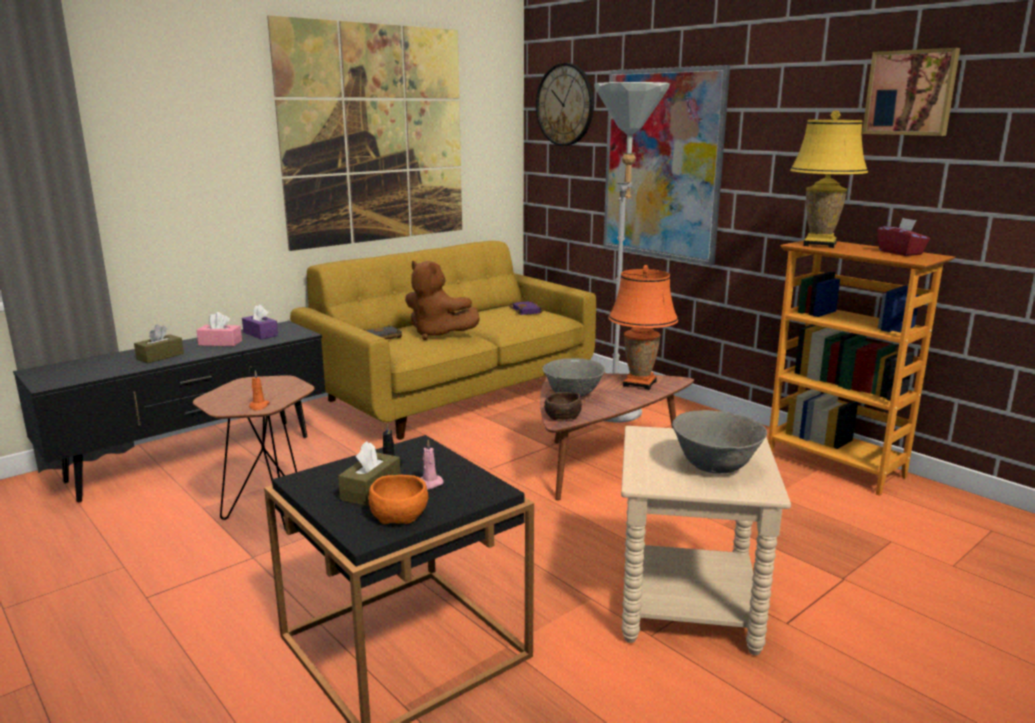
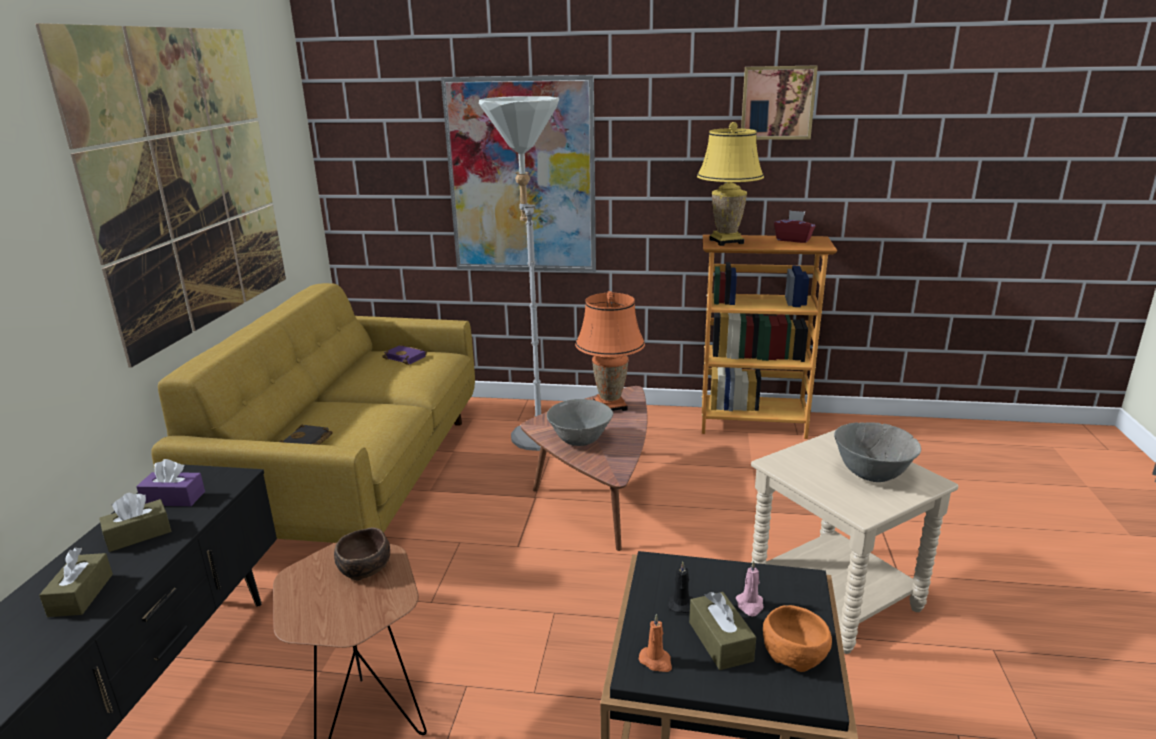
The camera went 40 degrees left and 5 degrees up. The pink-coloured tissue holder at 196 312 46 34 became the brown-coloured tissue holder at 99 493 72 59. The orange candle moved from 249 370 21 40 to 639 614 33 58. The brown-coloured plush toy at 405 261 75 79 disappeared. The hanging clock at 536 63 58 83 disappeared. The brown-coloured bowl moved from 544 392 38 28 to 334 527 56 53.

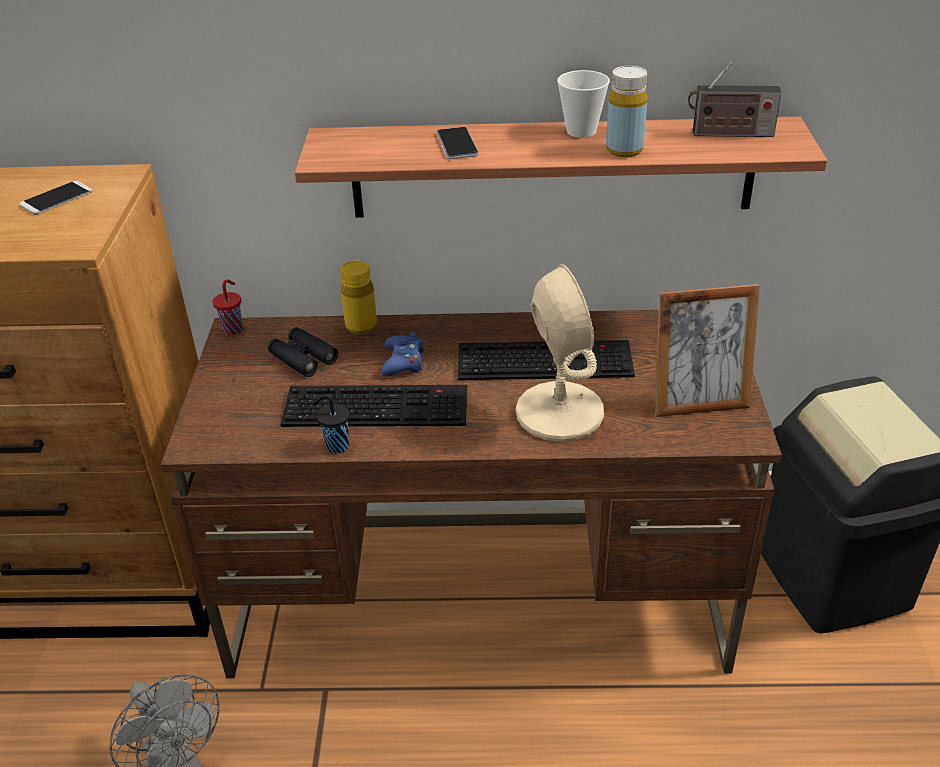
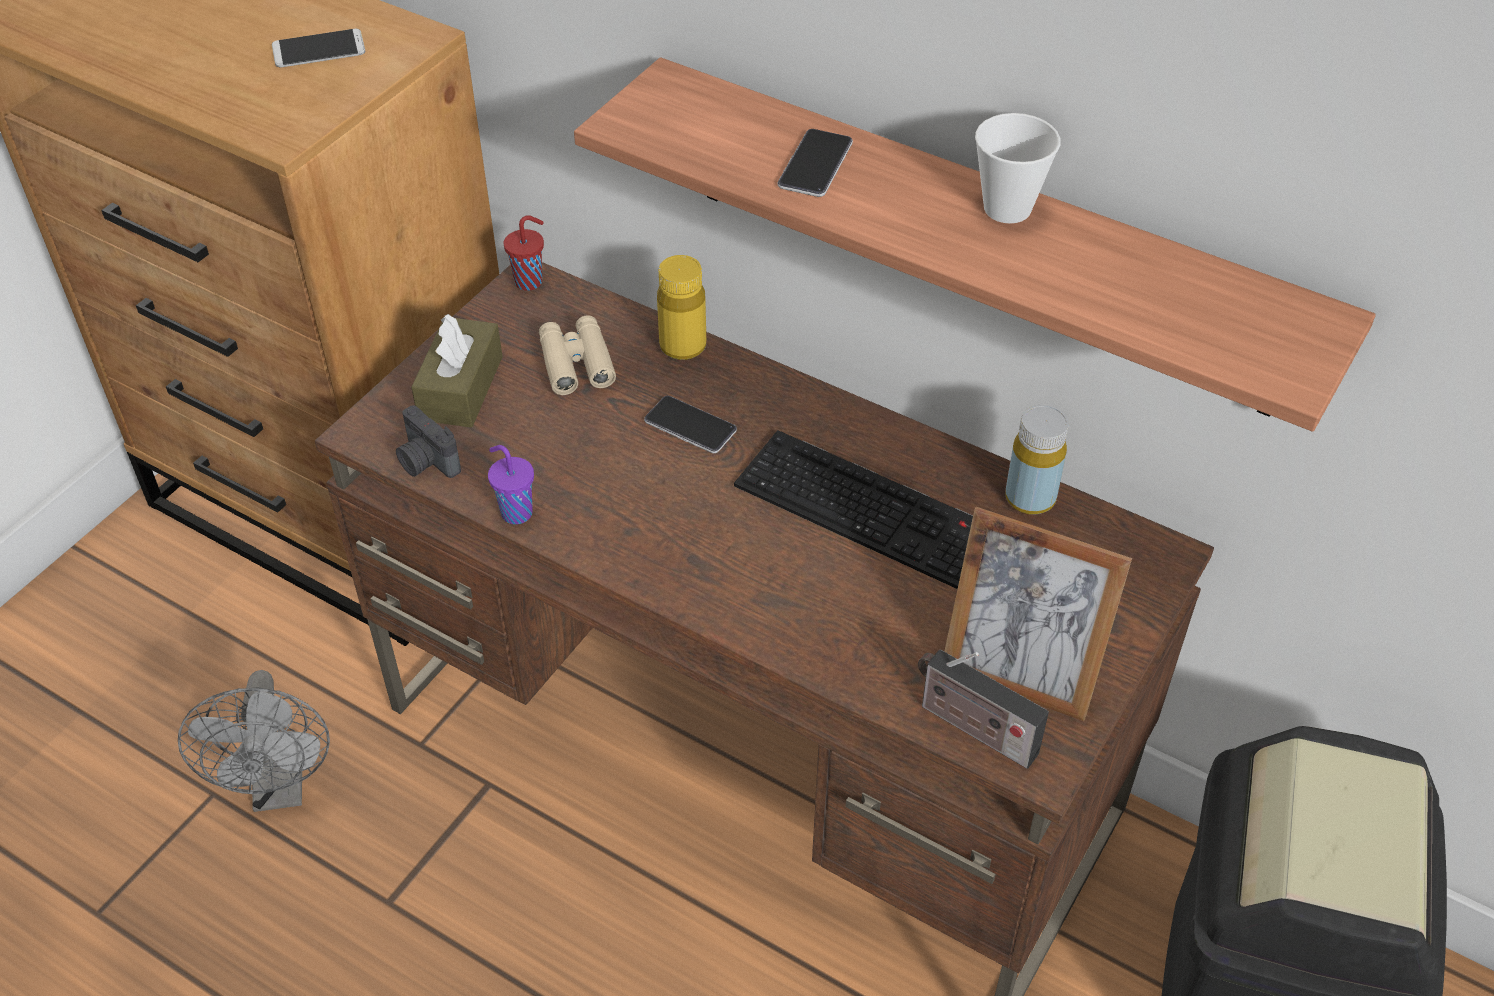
The camera went 30 degrees right and 10 degrees up. The black binoculars at 268 327 70 50 became the beige-coloured binoculars at 539 315 77 80. The keyboard at 280 385 188 42 disappeared. The black cup at 312 394 38 60 became the purple-coloured cup at 488 445 46 79. The blue joypad at 381 332 44 44 was replaced by the handset at 644 396 93 57. The beige-coloured lamp for a table at 515 264 89 178 disappeared. The yellowish beverage bottle moved from 606 66 42 91 to 1005 405 64 110. The radio set moved from 688 62 93 75 to 918 650 131 119. The still camera at 396 405 65 73 appeared. The brown-coloured tissue holder at 411 314 92 114 appeared.

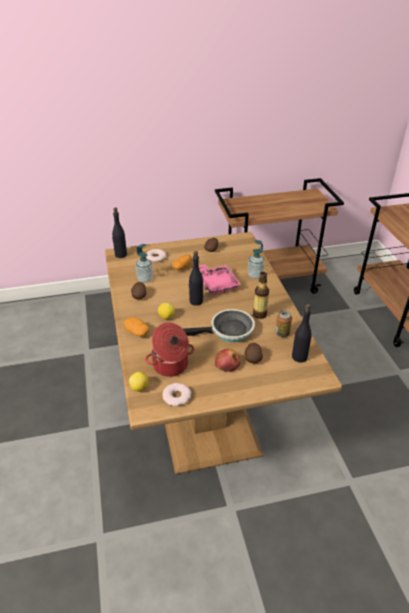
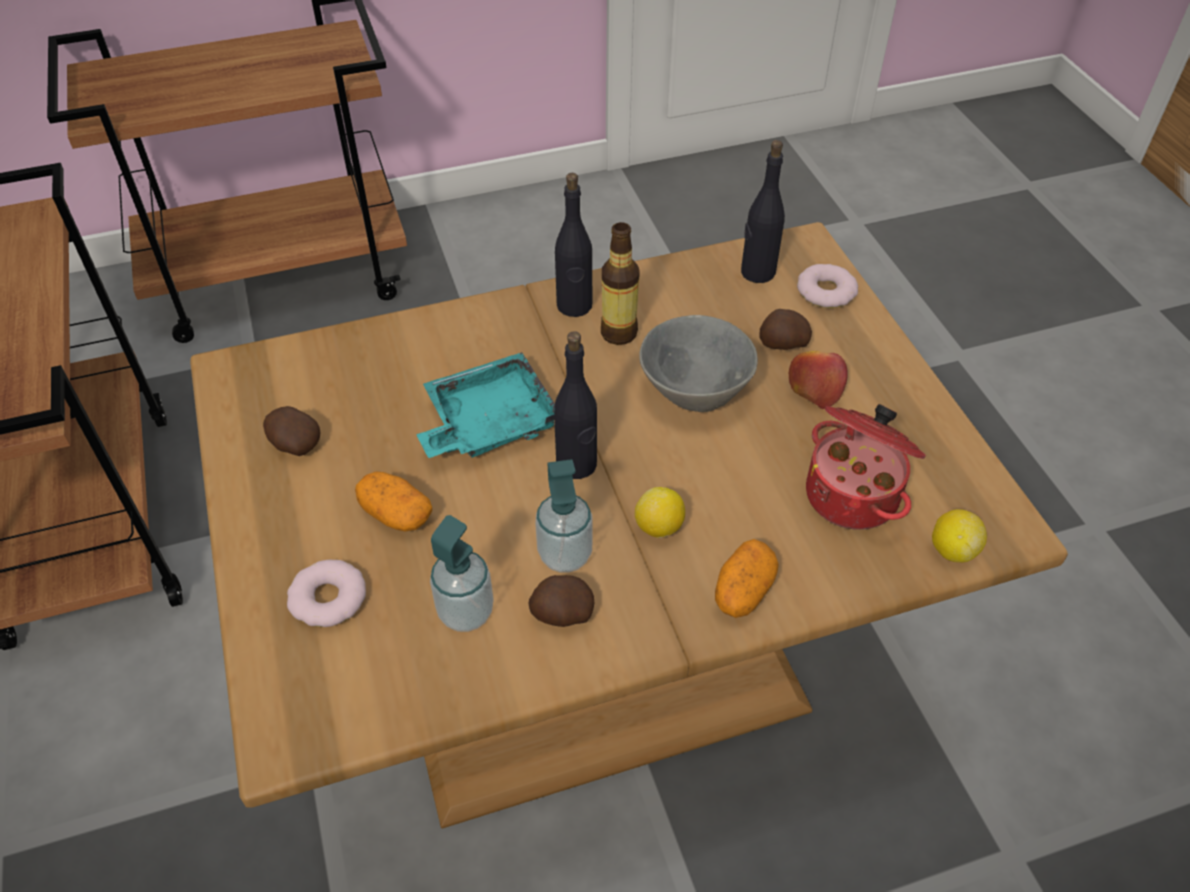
The camera went 95 degrees left and 10 degrees up. The black beverage bottle moved from 112 208 15 50 to 555 173 37 144. The ring doughnut moved from 162 383 29 23 to 797 264 61 44. The skillet at 183 309 72 33 was replaced by the grey bowl at 639 315 119 97. The pink-coloured tray at 199 264 42 31 became the turquoise-coloured tray at 416 352 139 106. The liquid soap bottle moved from 248 240 17 39 to 535 459 57 114. The can at 275 310 17 27 disappeared.

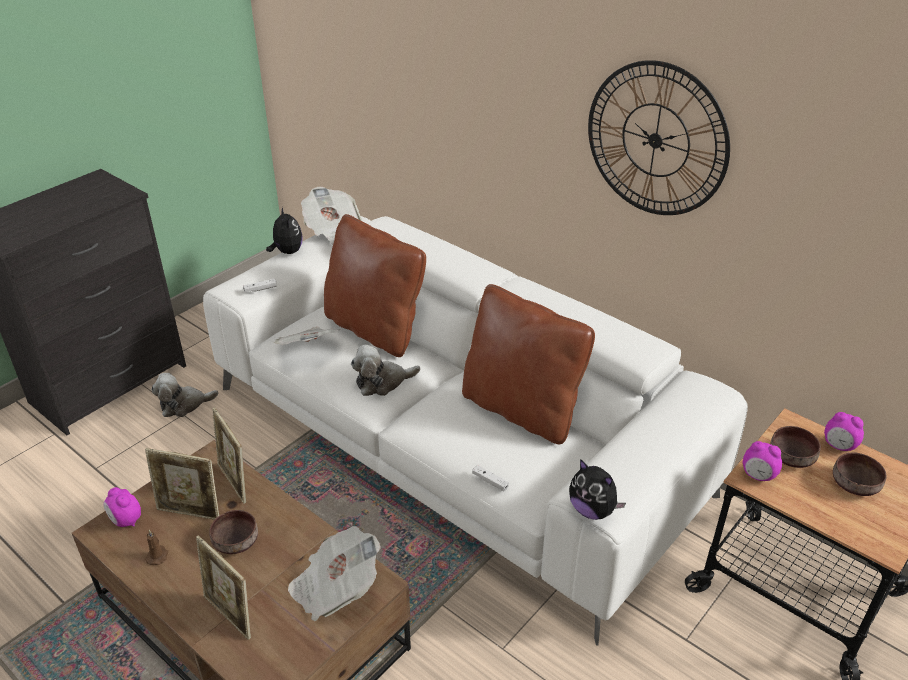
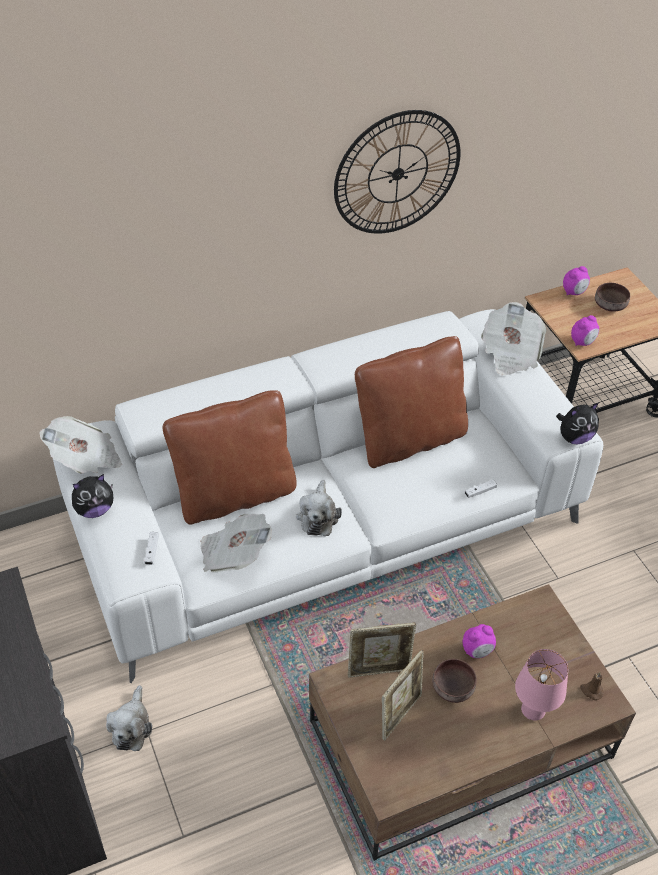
The camera went 65 degrees left and 10 degrees up. The bedside clock moved from 104 487 37 40 to 463 624 33 34. The brown-coloured candle moved from 145 530 23 35 to 580 672 24 28. The picture frame at 196 535 55 105 was replaced by the pink-coloured lamp for a table at 515 649 53 72. The plush toy at 266 207 37 47 turned 150 degrees clockwise. The newspaper moved from 288 526 93 95 to 481 302 65 73. The brown-coloured bowl at 770 426 51 42 disappeared.

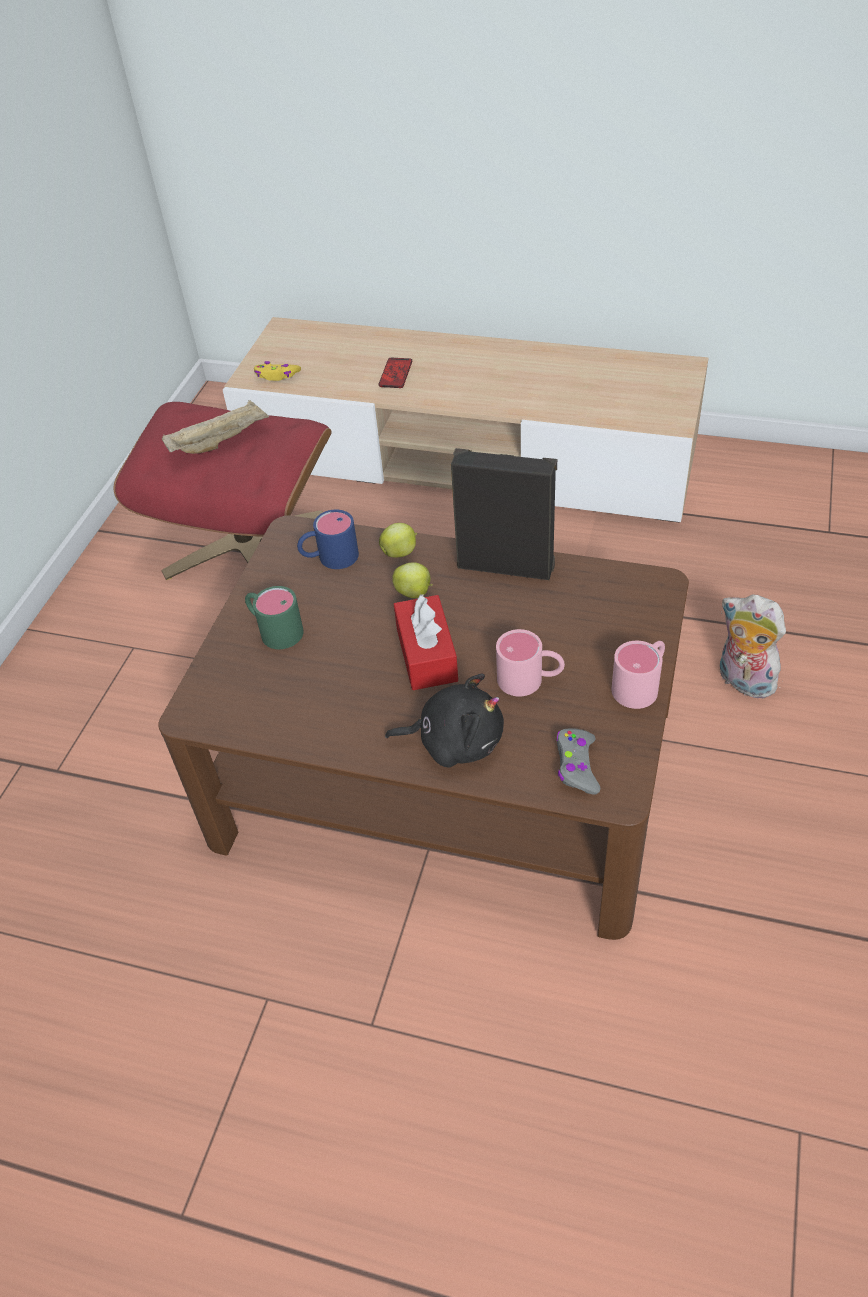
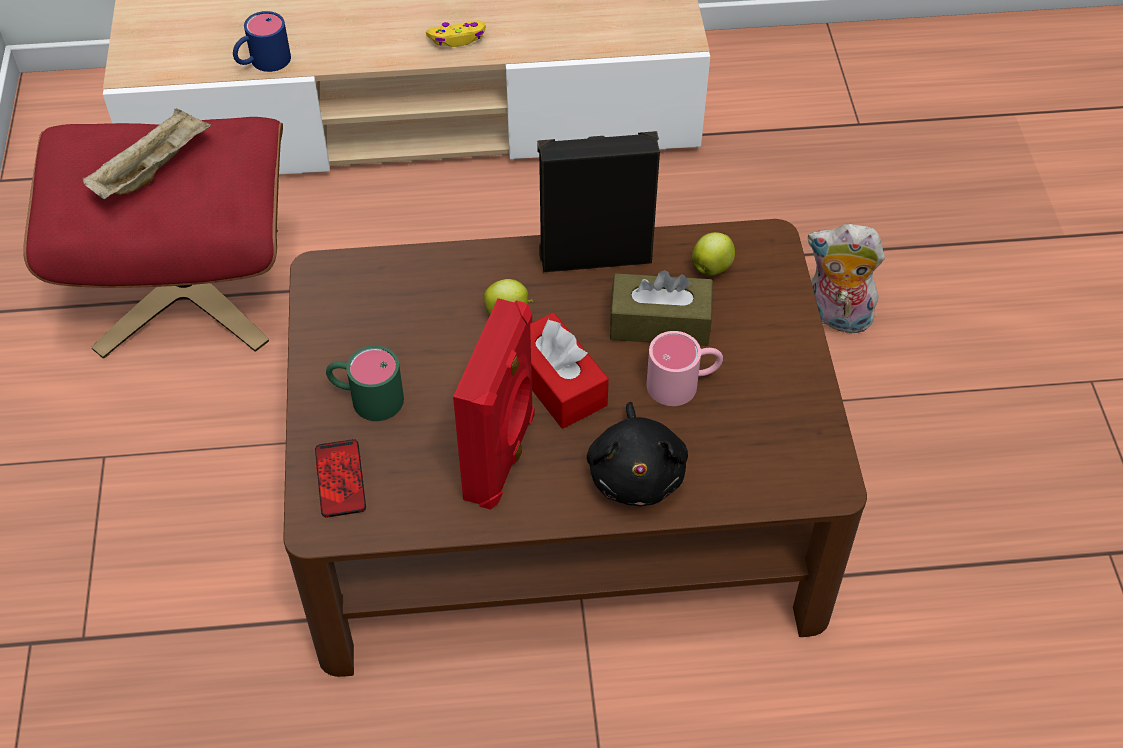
The camera went 25 degrees left and 5 degrees up. The yellowish joypad moved from 254 361 47 20 to 426 20 60 27. The blue coffee mug moved from 297 510 62 59 to 233 11 58 61. The handset moved from 379 358 33 30 to 315 439 51 79. The apple moved from 379 523 38 35 to 692 232 43 43. The black plush toy at 385 674 119 93 turned 105 degrees clockwise. The grey joypad at 556 728 44 67 disappeared. The pink-coloured coffee mug at 611 641 54 68 disappeared. The red-coloured speaker at 453 298 82 212 appeared. The brown-coloured tissue holder at 609 270 104 76 appeared.

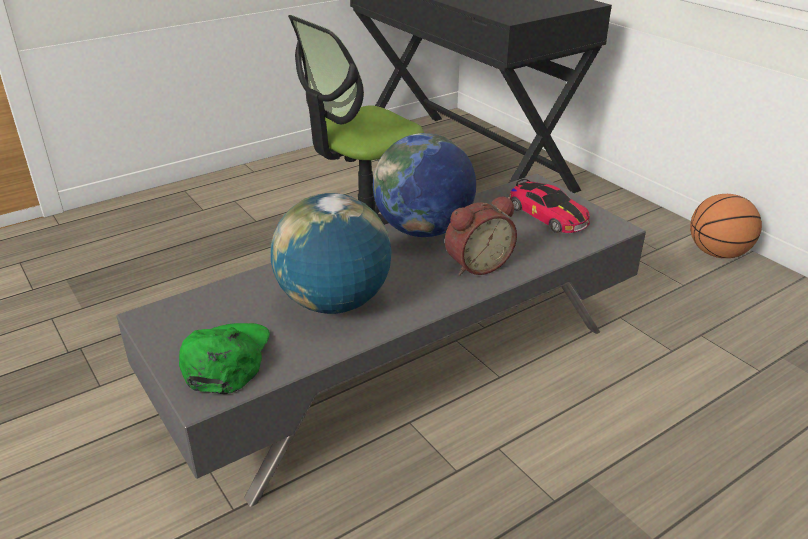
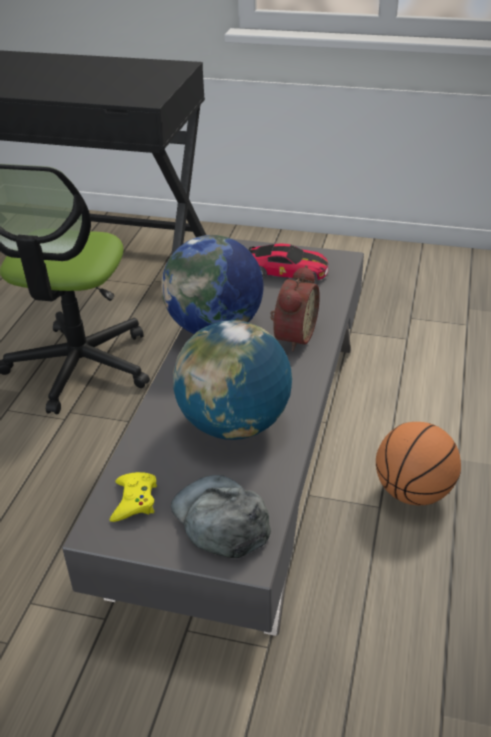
The camera went 40 degrees left and 5 degrees up. The greenish peaked cap at 179 323 91 71 became the grey peaked cap at 171 475 100 83. The ball for basketball moved from 690 194 72 64 to 376 422 85 83. The yellowish joypad at 110 472 47 50 appeared.

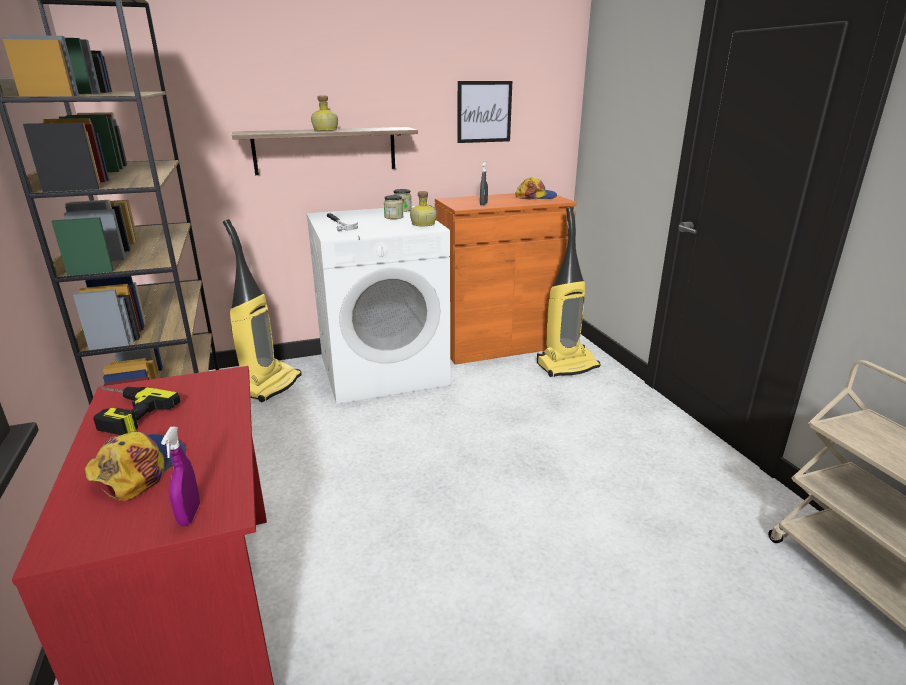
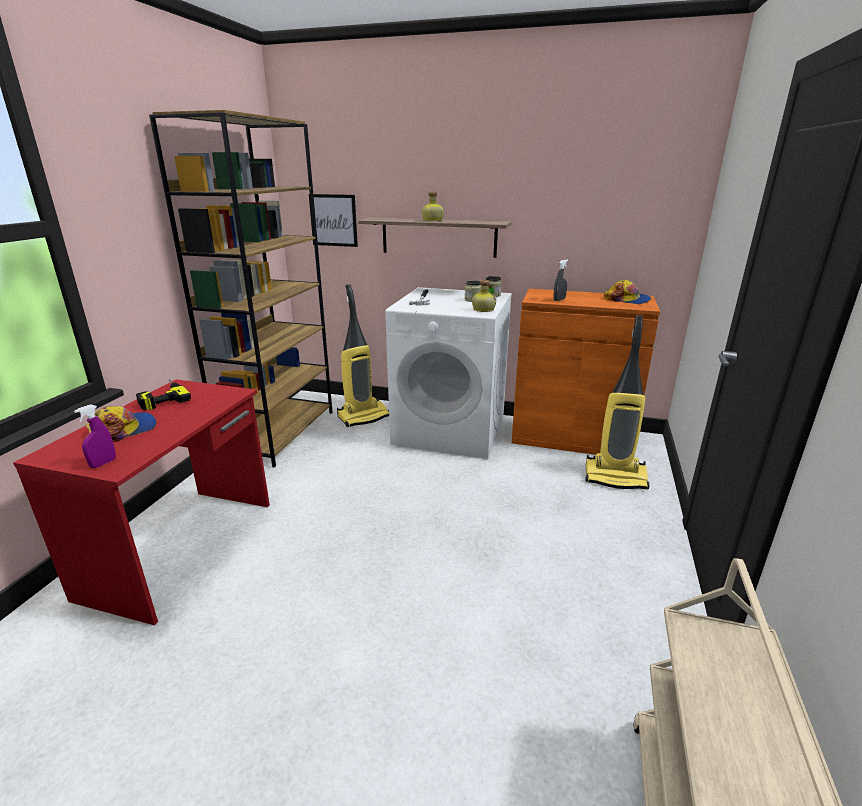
The camera went 35 degrees right and 0 degrees up. The picture moved from 457 81 55 62 to 309 194 49 53.

